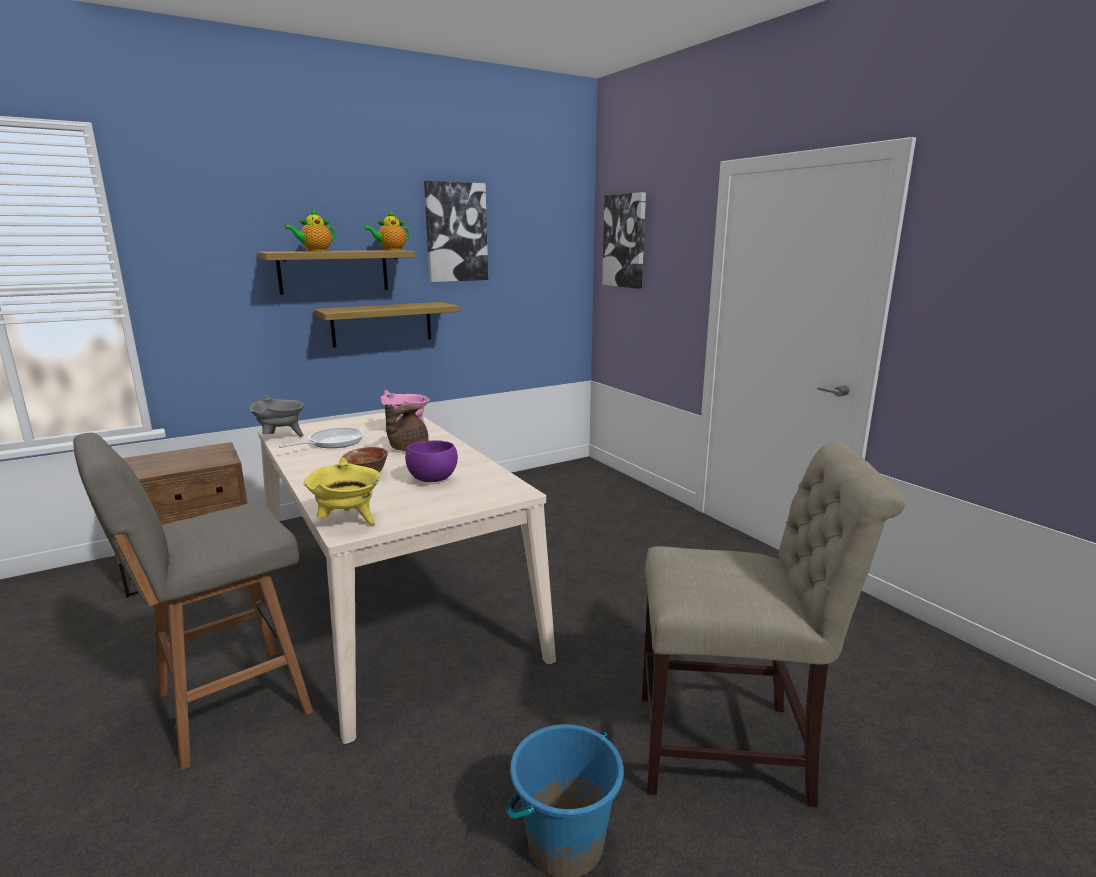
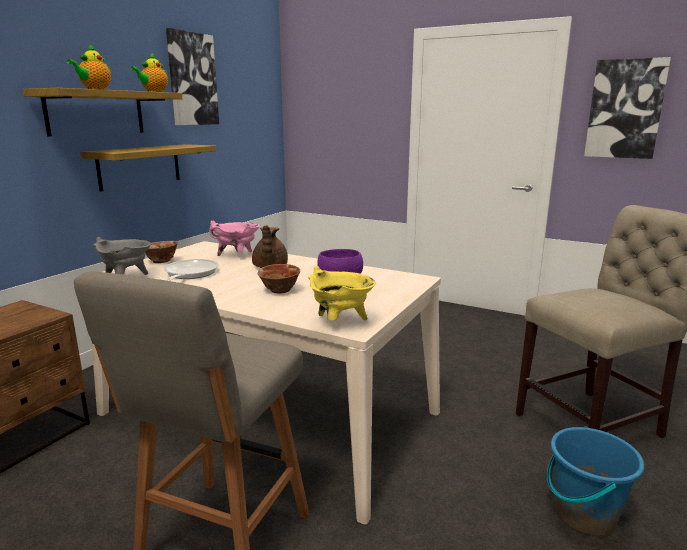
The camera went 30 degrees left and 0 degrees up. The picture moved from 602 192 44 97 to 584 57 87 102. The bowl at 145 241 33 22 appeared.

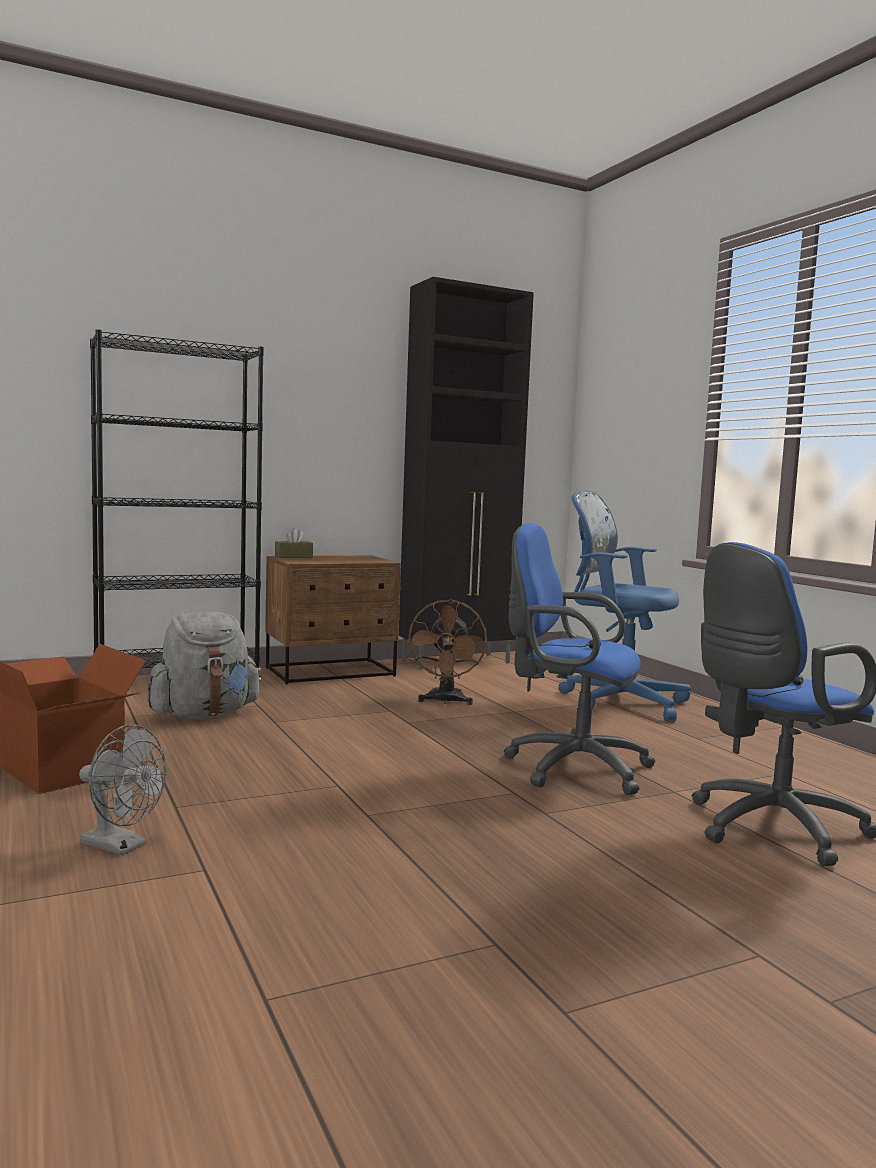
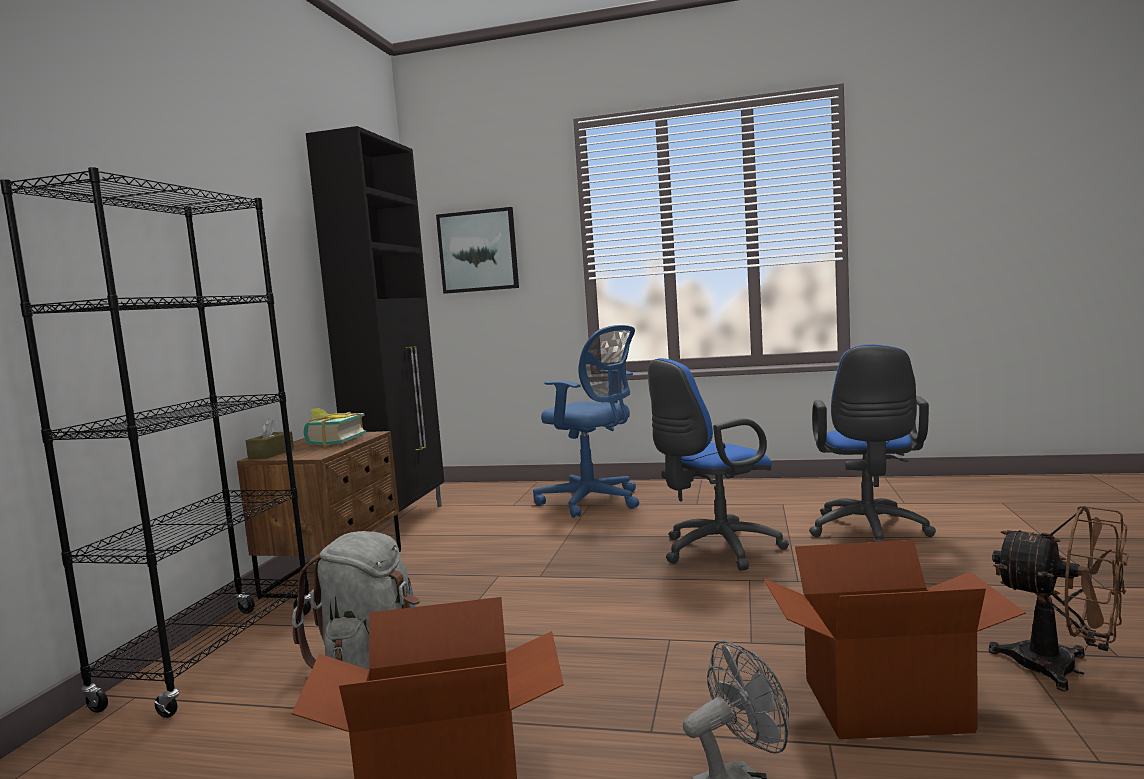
The camera went 50 degrees left and 0 degrees up. The brown-coloured fan moved from 407 599 80 106 to 989 506 140 186. The blue office chair at 559 491 132 231 turned 120 degrees counterclockwise. The book at 303 408 63 39 appeared. The picture at 436 207 83 87 appeared. The packing box at 763 540 263 199 appeared.

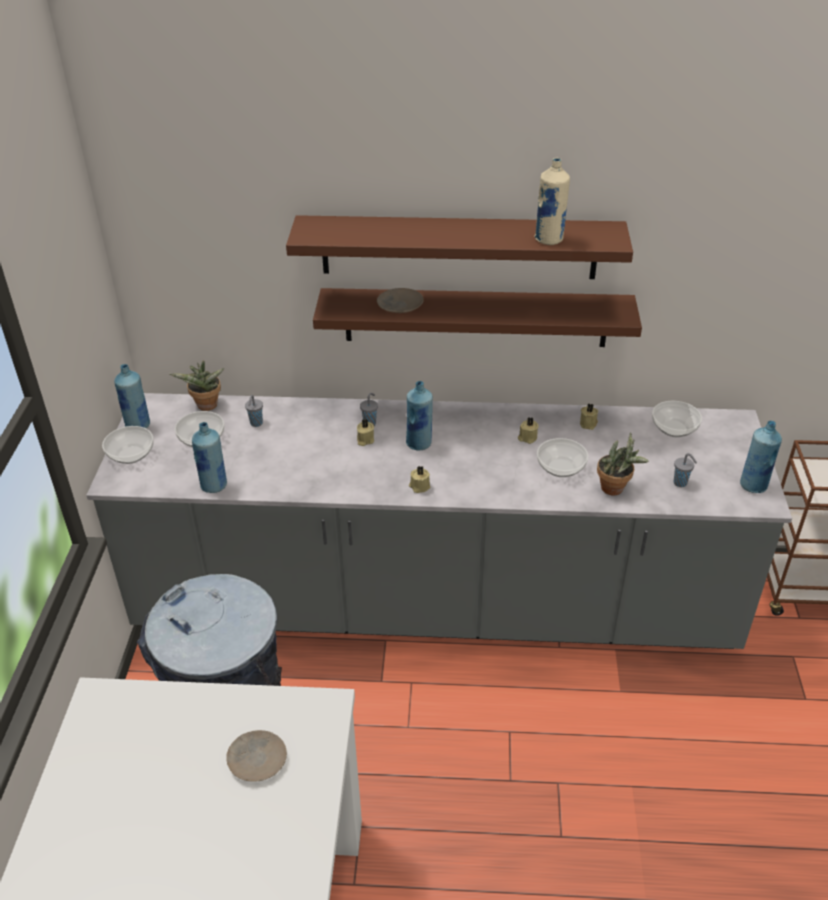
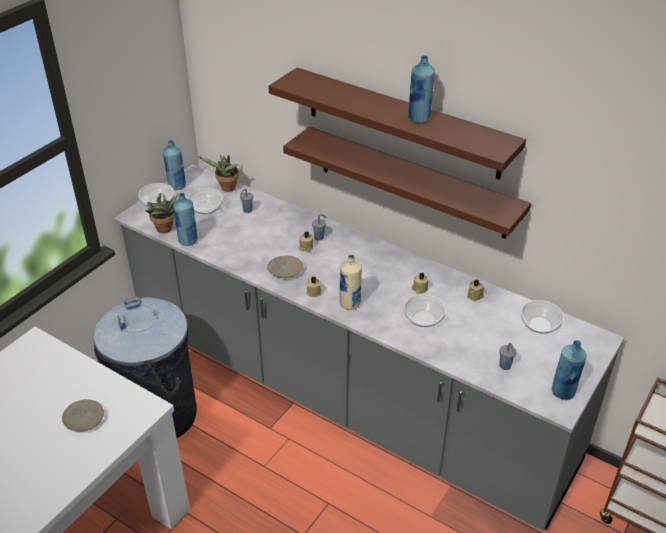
The camera went 30 degrees right and 0 degrees up. The beige-coloured plate moved from 377 288 47 25 to 267 256 36 22. The blue beverage bottle moved from 406 381 27 70 to 408 55 27 68. The beige-coloured beverage bottle moved from 534 158 36 87 to 340 254 22 56. The potted plant moved from 597 432 52 63 to 146 193 33 40.

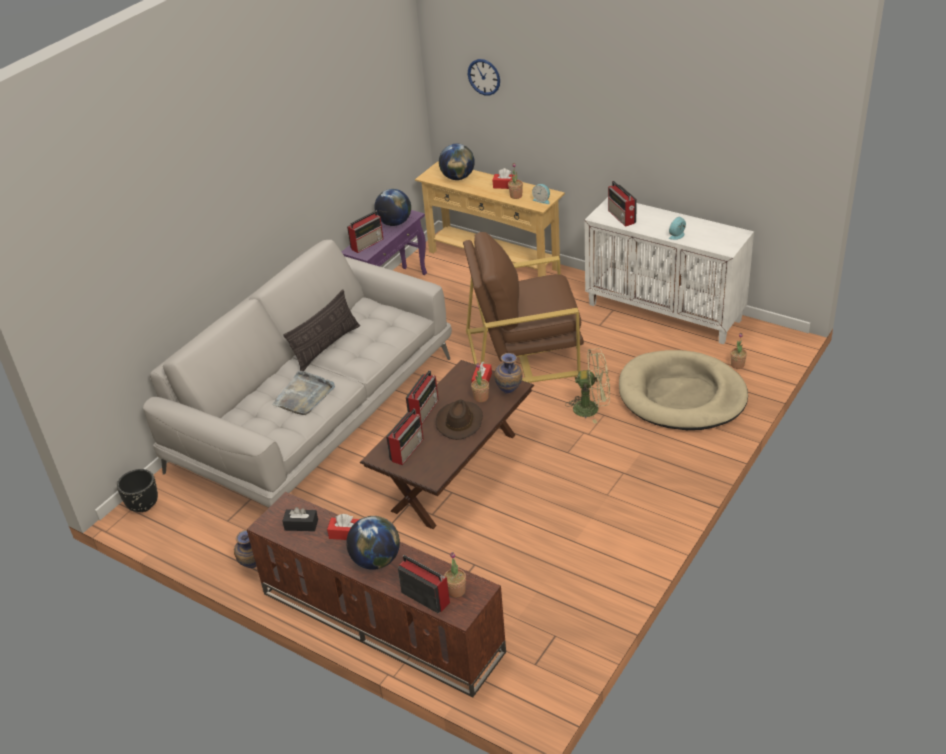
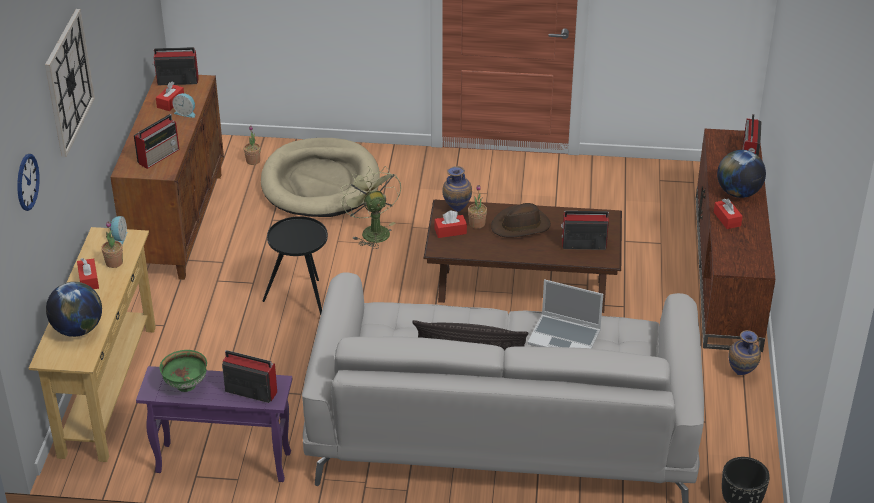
The camera went 120 degrees left and 0 degrees up. The grey tray at 272 370 63 45 was replaced by the portable computer at 528 279 75 70. The black tissue holder at 283 507 35 24 disappeared. The world globe at 374 189 37 37 was replaced by the greenish bowl at 160 350 47 42. The radio set moved from 406 370 32 54 to 153 47 46 38. The potted plant at 444 552 22 46 disappeared. The brown-coloured armchair at 463 232 121 151 was replaced by the black side table at 262 216 66 99. The white storage cabinet at 585 197 169 147 became the brown-coloured storage cabinet at 110 75 114 205. The hanging clock at 45 9 50 148 appeared. The red-coloured tissue holder at 156 82 28 29 appeared.

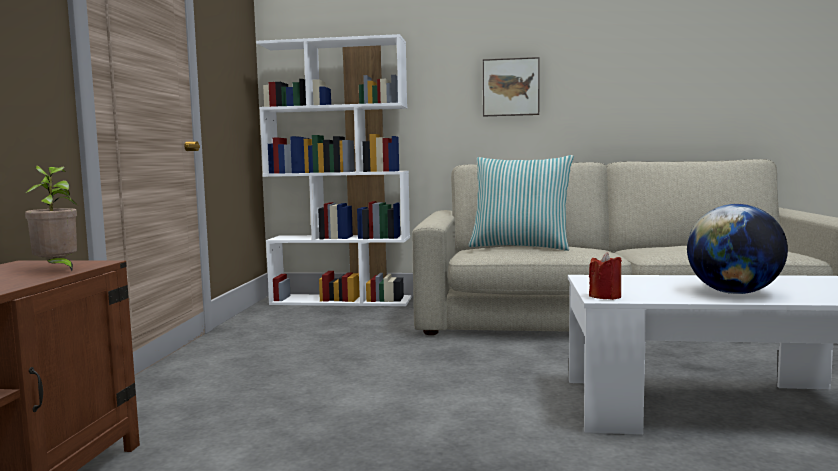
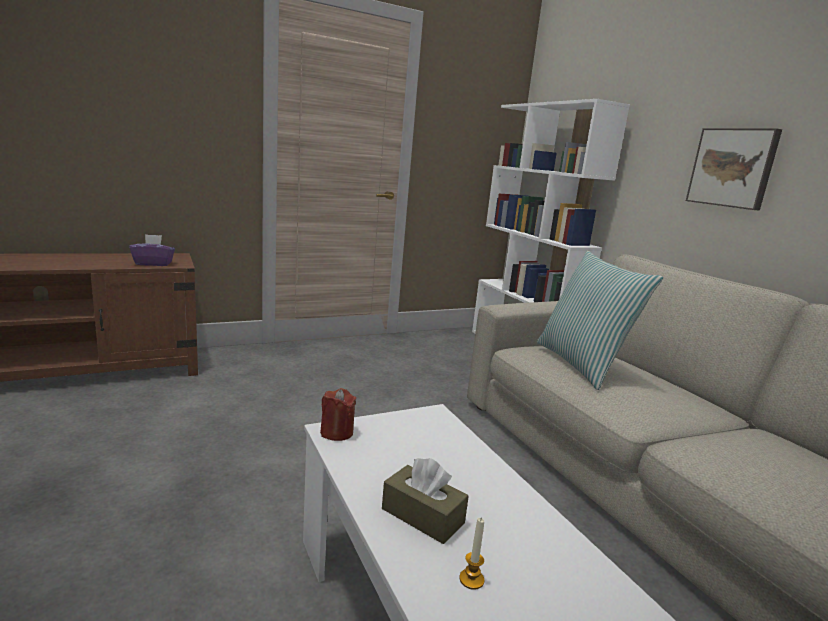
The camera went 55 degrees right and 10 degrees up. The potted plant at 25 165 53 106 was replaced by the purple-coloured tissue holder at 129 234 46 32. The world globe at 687 204 101 90 was replaced by the brown-coloured tissue holder at 382 458 87 86. The candle at 459 518 25 72 appeared.

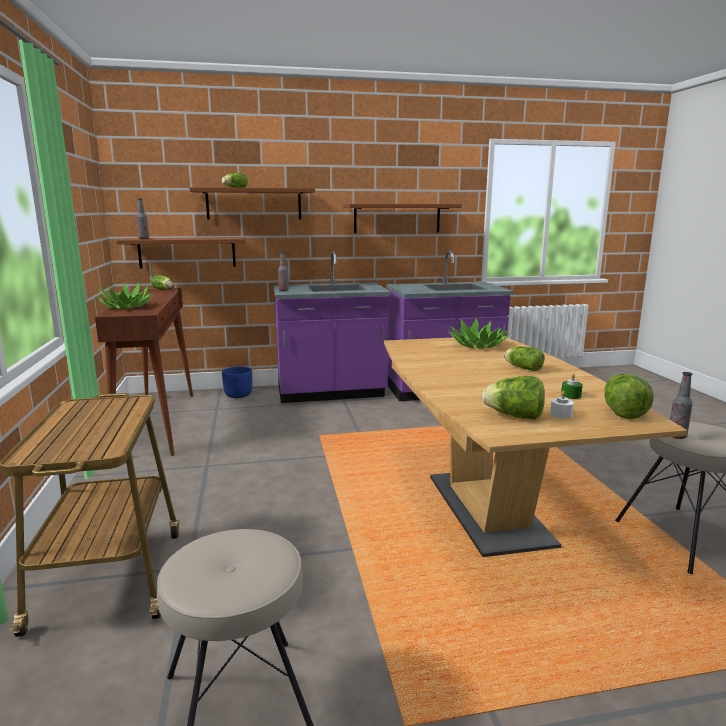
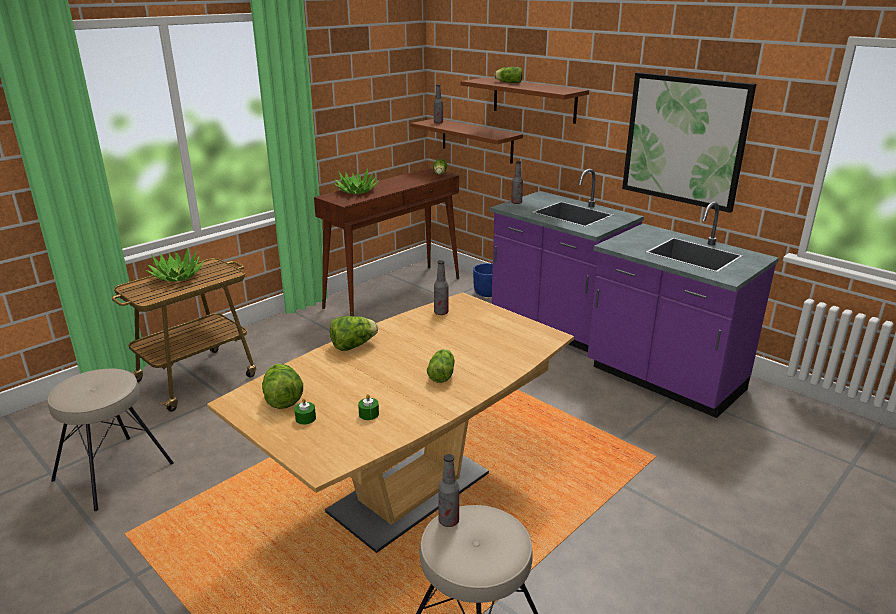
The camera went 55 degrees right and 10 degrees up. The brown-coloured bracket shelf at 343 204 119 29 was replaced by the picture at 622 72 134 141. The potted plant moved from 448 317 62 32 to 145 247 60 35. The white candle at 550 391 24 28 became the greenish candle at 294 398 22 27. The lettuce head moved from 604 374 50 45 to 330 316 48 35. The beverage bottle at 434 260 15 55 appeared.

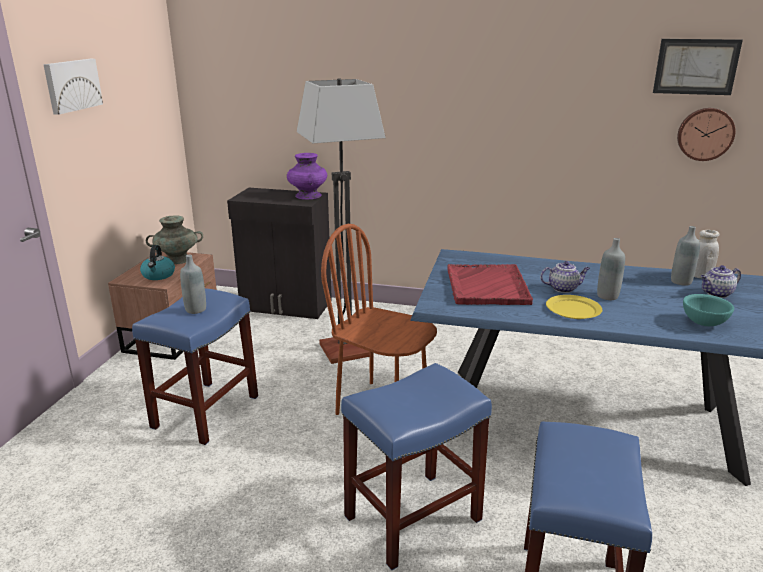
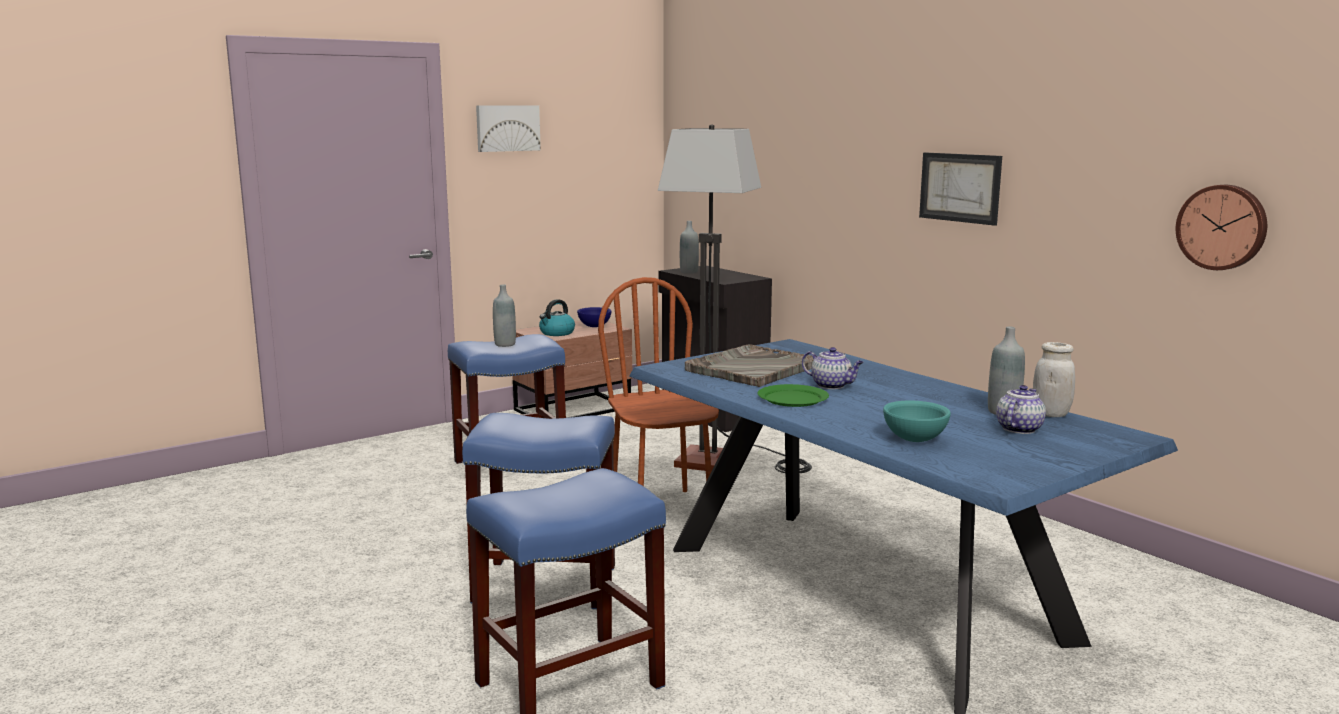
The camera went 40 degrees right and 10 degrees down. The turquoise-coloured flower vase at 146 215 57 49 was replaced by the blue bowl at 577 307 35 20. The purple-coloured flower vase at 287 153 40 47 disappeared. The red-coloured tray at 447 264 86 41 became the grey tray at 685 344 128 43. The yellowish plate at 546 295 56 24 became the greenish plate at 758 384 71 23. The grey beverage bottle moved from 597 238 28 62 to 680 221 19 53. The picture moved from 653 39 90 56 to 919 152 83 74. The pot for tea at 701 265 40 33 turned 105 degrees clockwise.

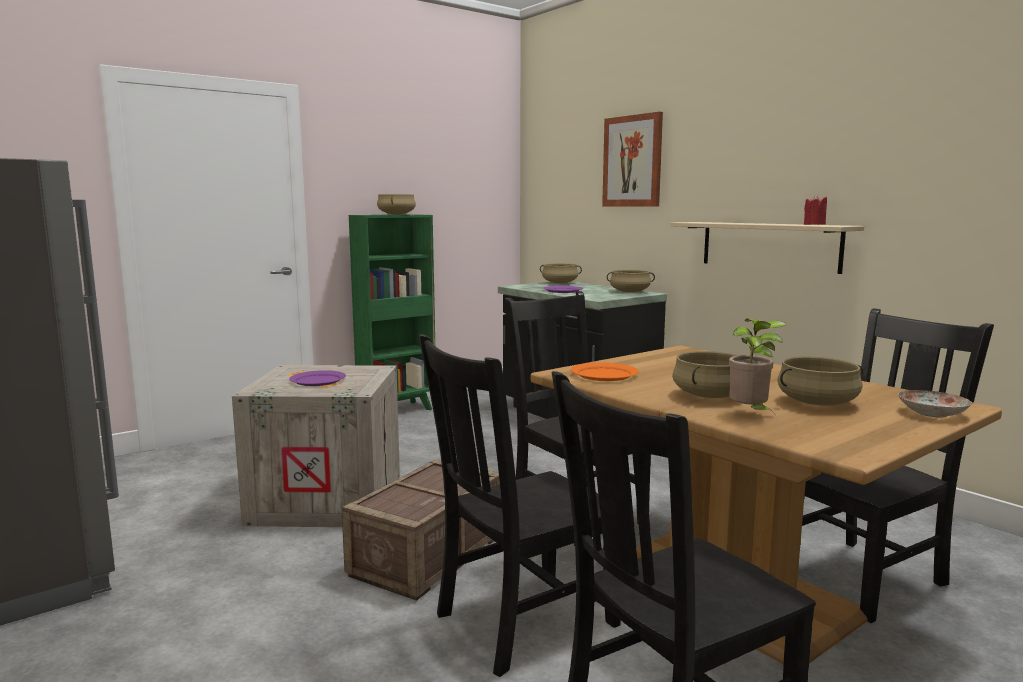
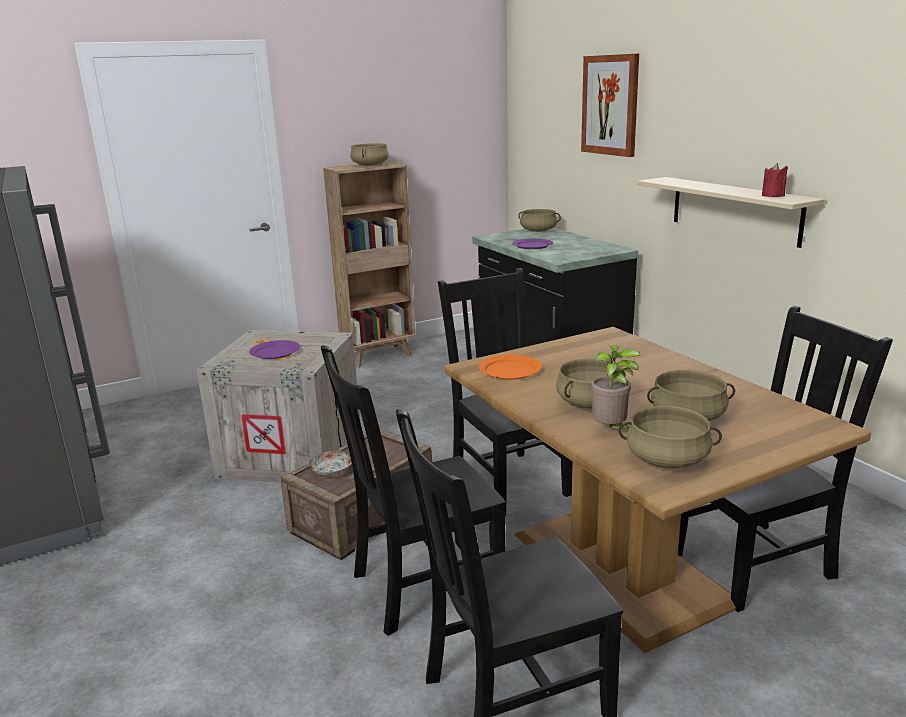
The camera went 10 degrees right and 10 degrees up. The greenish shelving unit at 349 214 86 196 became the brown-coloured shelving unit at 323 162 93 206. The beige-coloured cooking pot moved from 607 270 48 22 to 619 406 103 62. The plate moved from 898 390 74 27 to 308 451 44 25.

